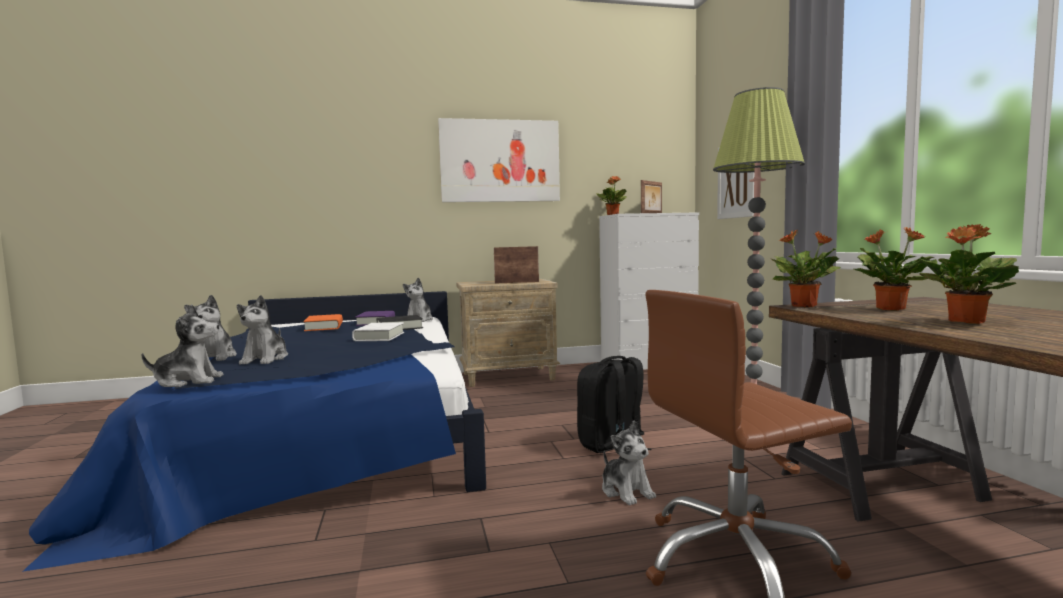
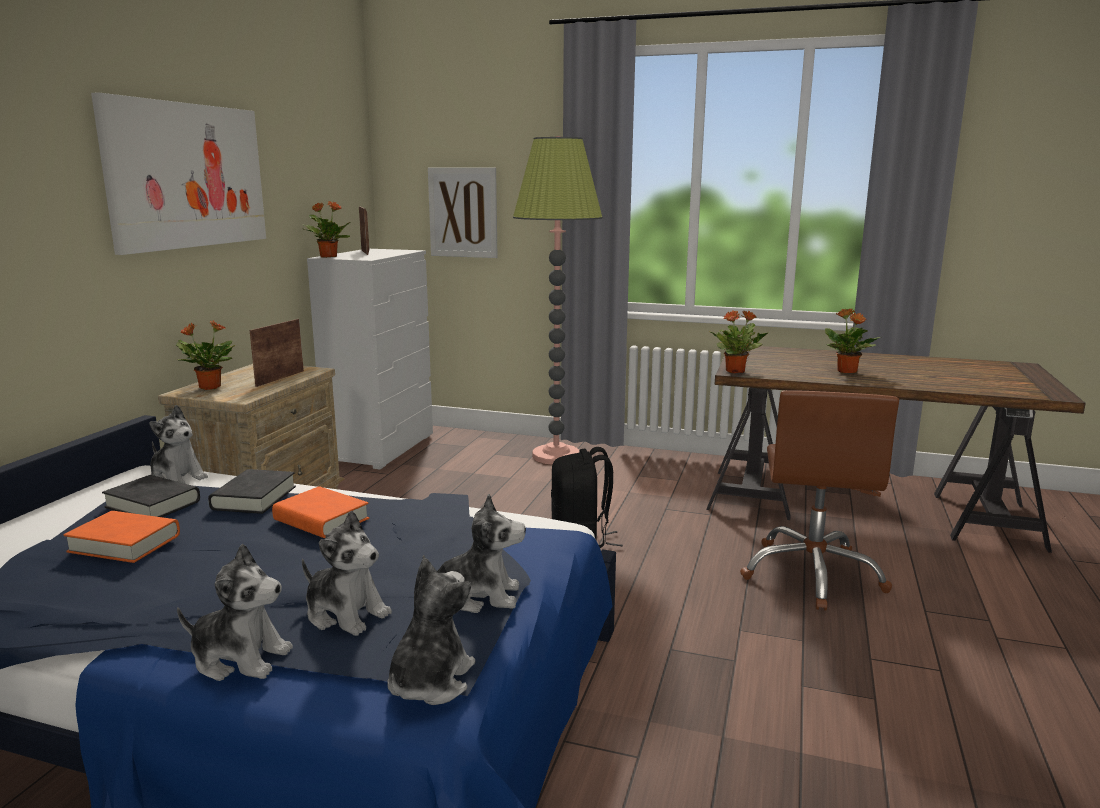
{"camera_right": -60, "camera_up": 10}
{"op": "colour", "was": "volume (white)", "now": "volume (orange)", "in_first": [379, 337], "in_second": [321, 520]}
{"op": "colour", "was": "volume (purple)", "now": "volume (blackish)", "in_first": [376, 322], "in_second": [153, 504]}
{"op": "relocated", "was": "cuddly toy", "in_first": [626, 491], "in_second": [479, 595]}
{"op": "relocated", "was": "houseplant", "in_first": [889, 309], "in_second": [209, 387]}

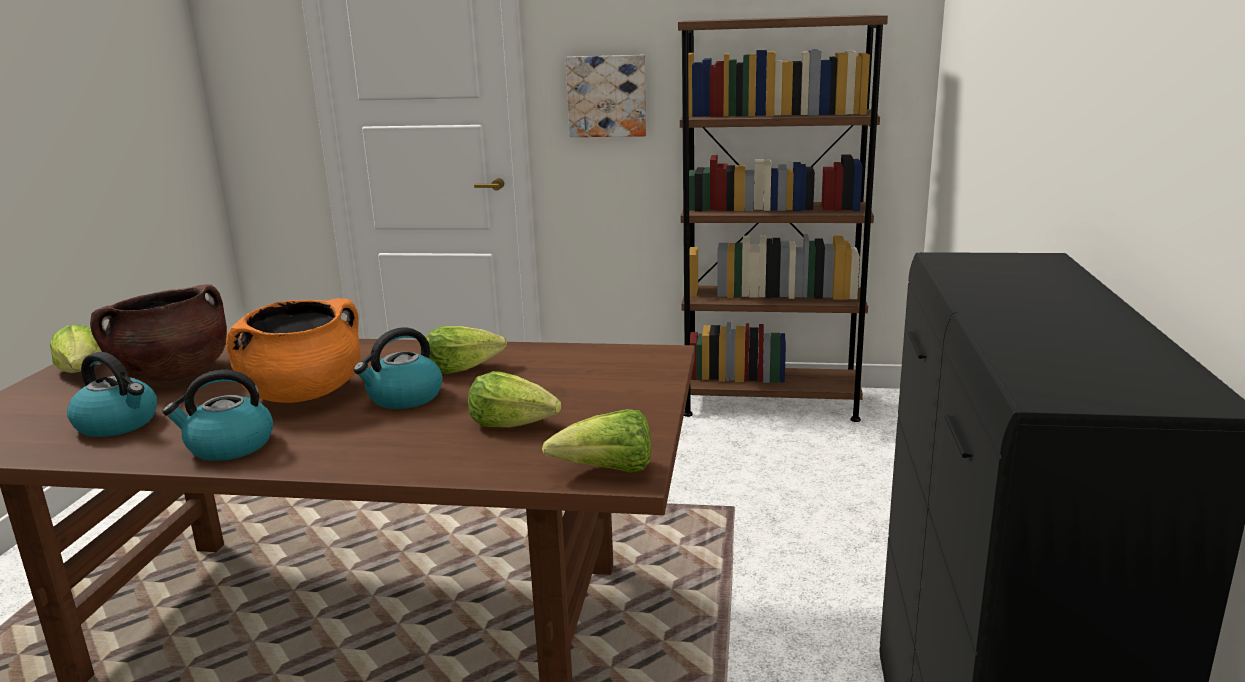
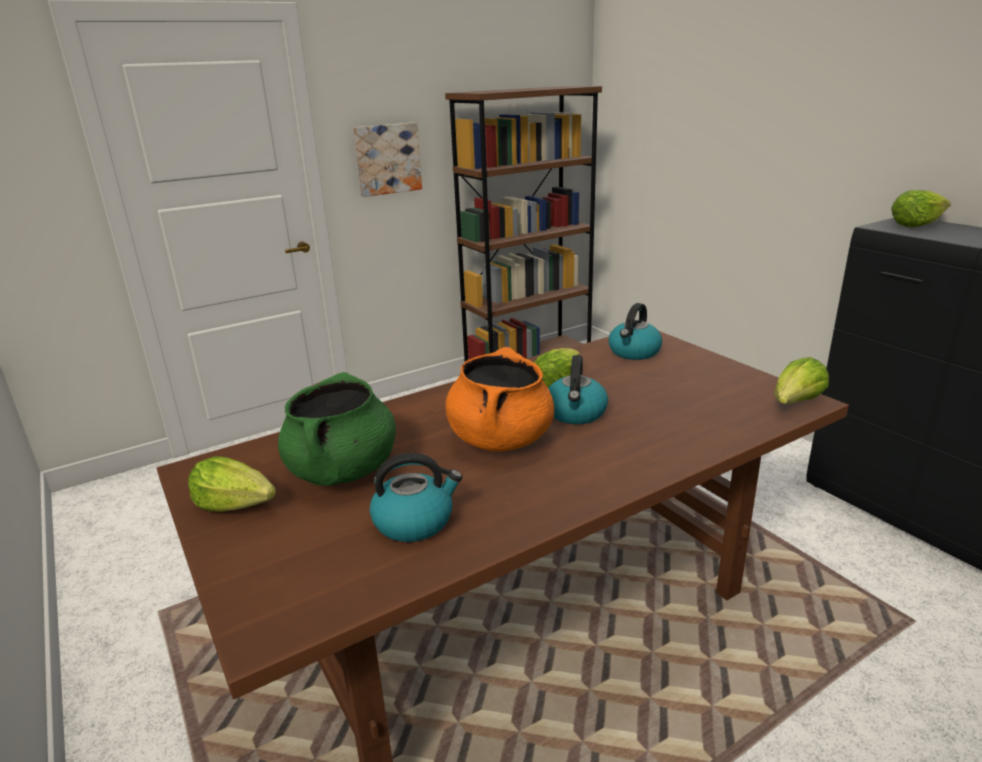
{"camera_right": -40, "camera_up": 5}
{"op": "colour", "was": "saucepot (brownish)", "now": "saucepot (green)", "in_first": [173, 375], "in_second": [343, 471]}
{"op": "relocated", "was": "kettle", "in_first": [229, 446], "in_second": [634, 352]}
{"op": "relocated", "was": "head of lettuce", "in_first": [513, 424], "in_second": [916, 224]}

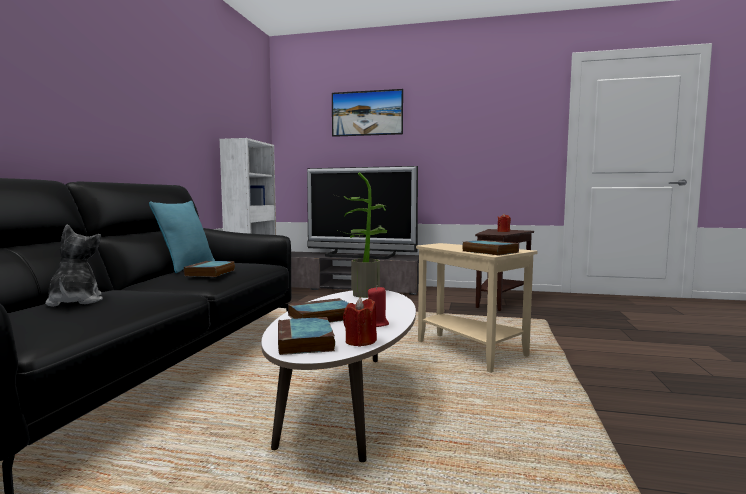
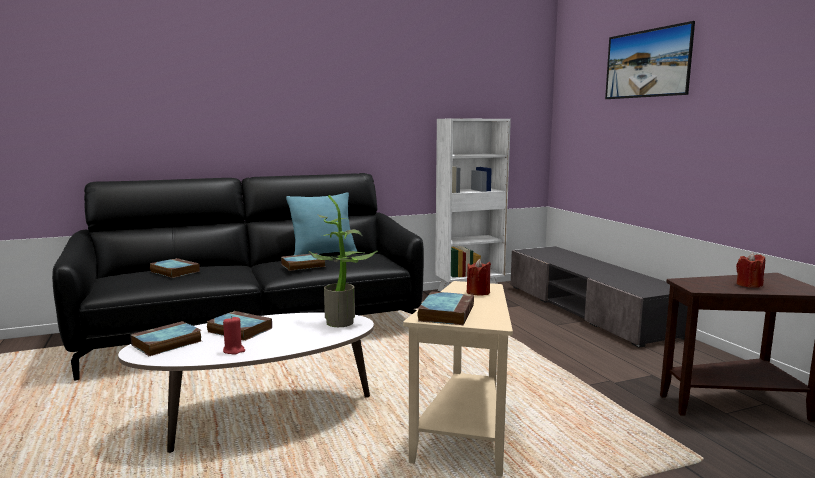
{"camera_right": 55, "camera_up": 5}
{"op": "exchanged", "was": "cuddly toy", "now": "volume", "in_first": [75, 301], "in_second": [174, 271]}
{"op": "missing", "was": "television", "in_first": [359, 256]}
{"op": "relocated", "was": "candle (red)", "in_first": [360, 341], "in_second": [478, 292]}

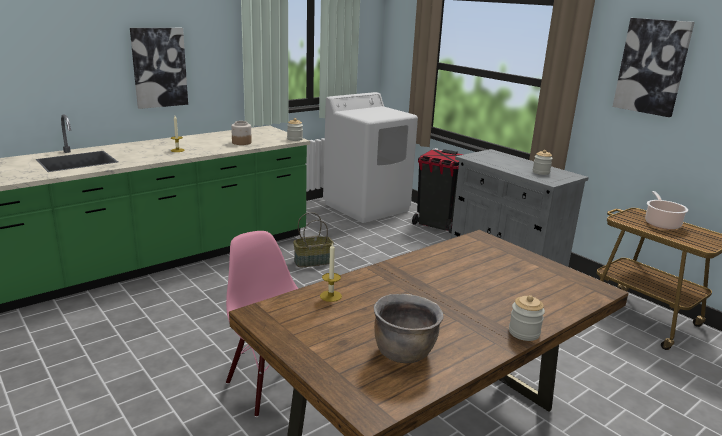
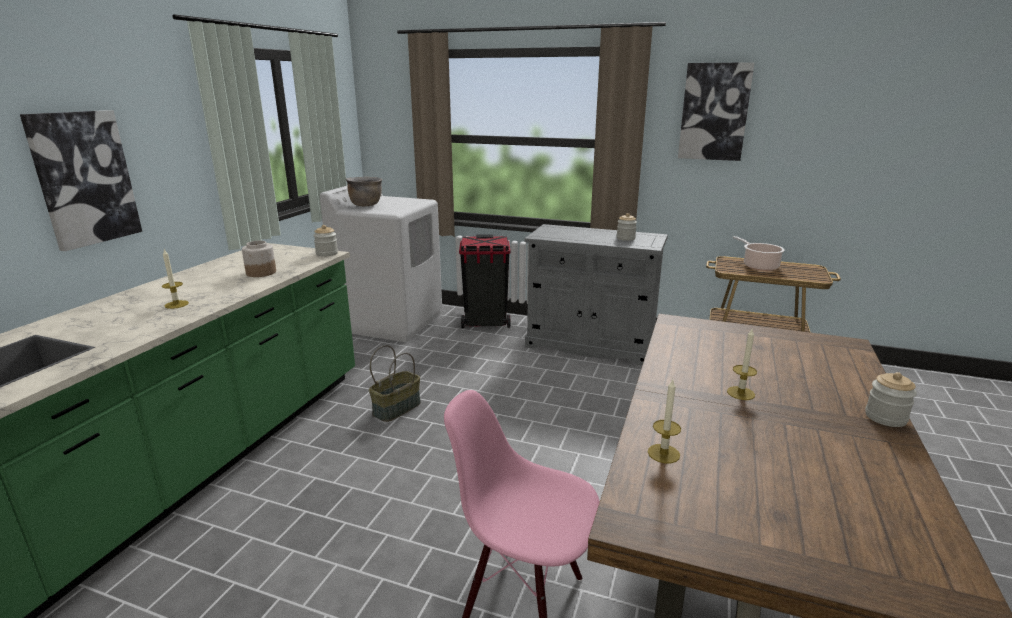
{"camera_right": -30, "camera_up": 0}
{"op": "relocated", "was": "saucepot (brownish)", "in_first": [404, 353], "in_second": [366, 205]}
{"op": "appeared", "now": "candle", "in_second": [740, 393]}

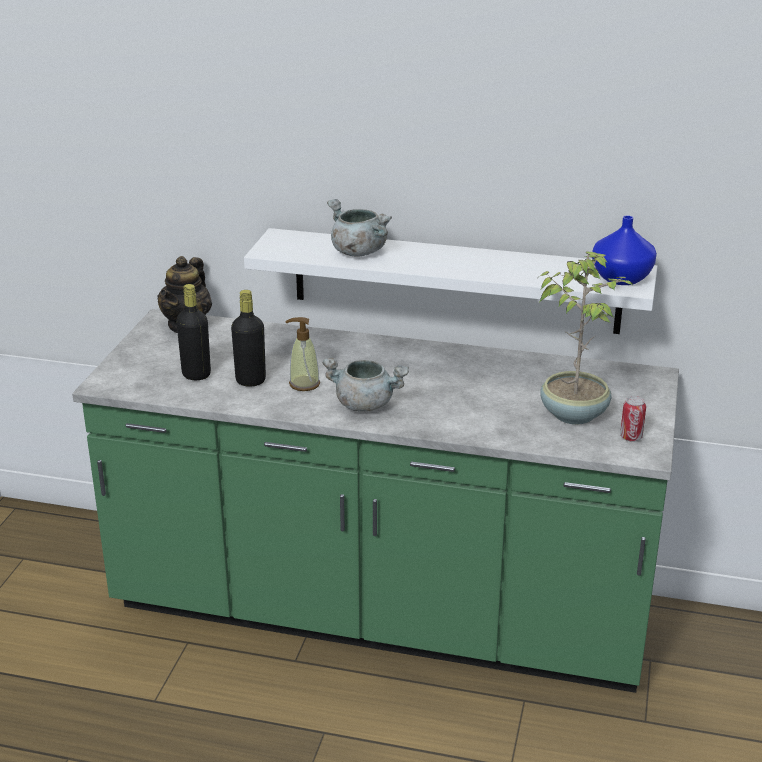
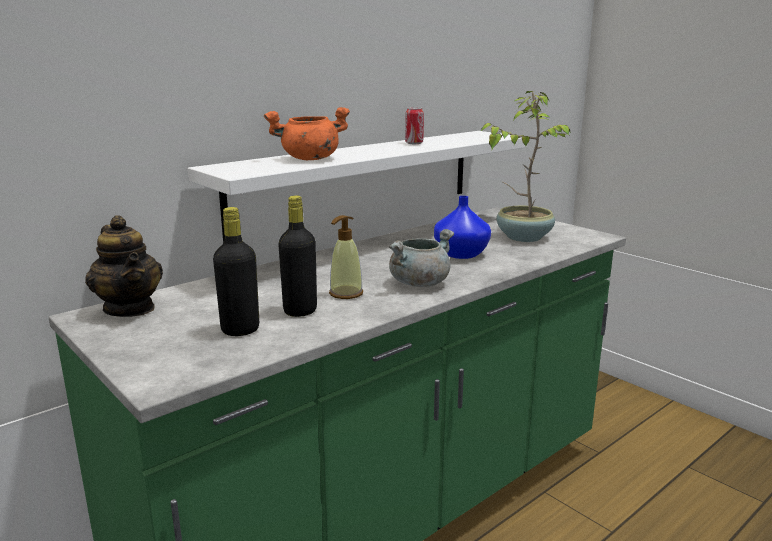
{"camera_right": -55, "camera_up": -10}
{"op": "colour", "was": "saucepot (greyish)", "now": "saucepot (orange)", "in_first": [357, 252], "in_second": [309, 159]}
{"op": "relocated", "was": "flower vase (bluish)", "in_first": [621, 279], "in_second": [461, 254]}
{"op": "relocated", "was": "can", "in_first": [631, 437], "in_second": [414, 143]}

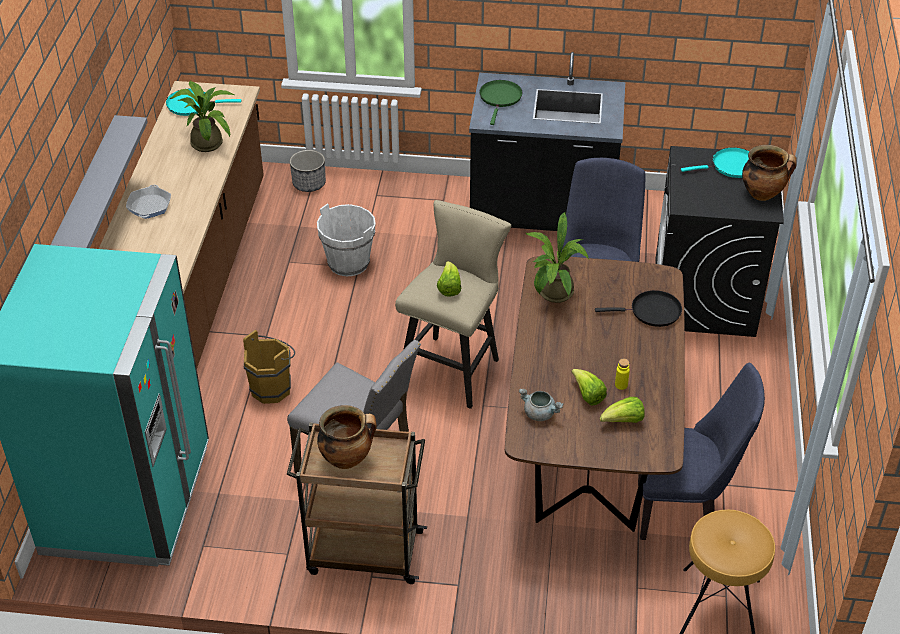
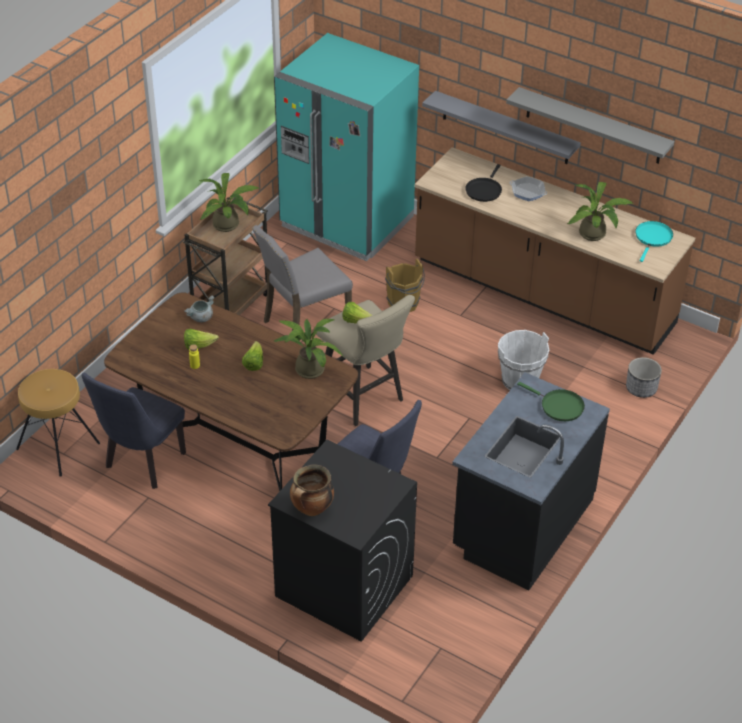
{"camera_right": 115, "camera_up": 0}
{"op": "exchanged", "was": "saucepot", "now": "houseplant", "in_first": [347, 458], "in_second": [229, 225]}
{"op": "relocated", "was": "pan (blackish)", "in_first": [652, 312], "in_second": [484, 190]}
{"op": "relocated", "was": "head of lettuce", "in_first": [623, 421], "in_second": [254, 363]}
{"op": "missing", "was": "pan (turquoise)", "in_first": [731, 166]}
{"op": "appeared", "now": "shelf (greyish)", "in_second": [593, 126]}

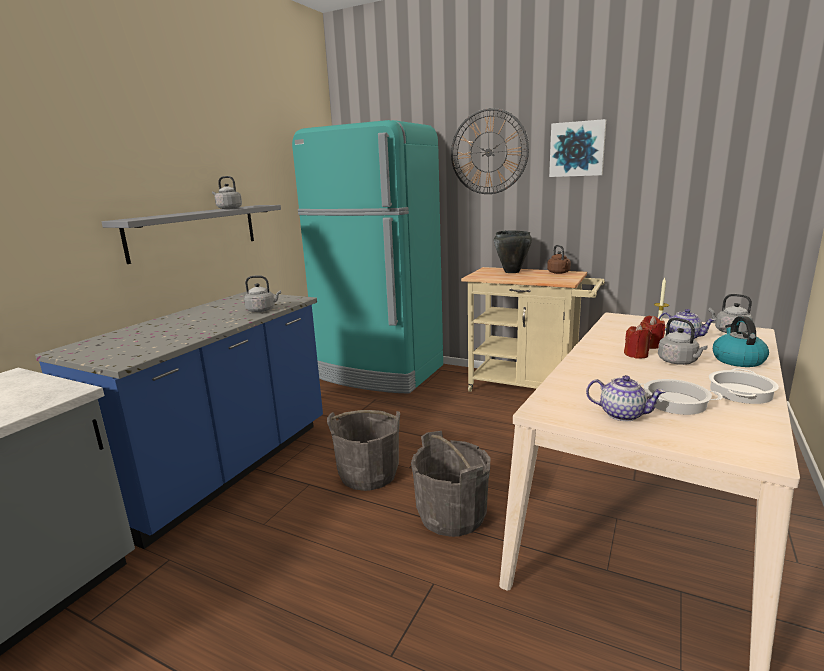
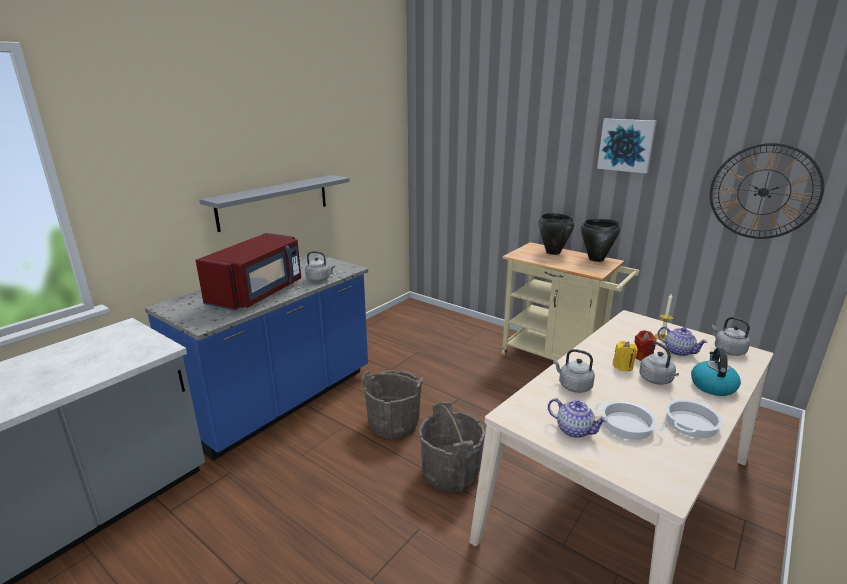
{"camera_right": 10, "camera_up": 5}
{"op": "relocated", "was": "kettle (greyish)", "in_first": [228, 208], "in_second": [573, 386]}
{"op": "missing", "was": "fridge (turquoise)", "in_first": [380, 372]}
{"op": "relocated", "was": "clock on the wall", "in_first": [488, 152], "in_second": [763, 192]}
{"op": "exchanged", "was": "kettle (brownish)", "now": "saucepot (blackish)", "in_first": [559, 273], "in_second": [596, 259]}
{"op": "colour", "was": "candle (red)", "now": "candle (yellowish)", "in_first": [636, 355], "in_second": [622, 366]}
{"op": "appeared", "now": "microwave oven (red)", "in_second": [258, 293]}

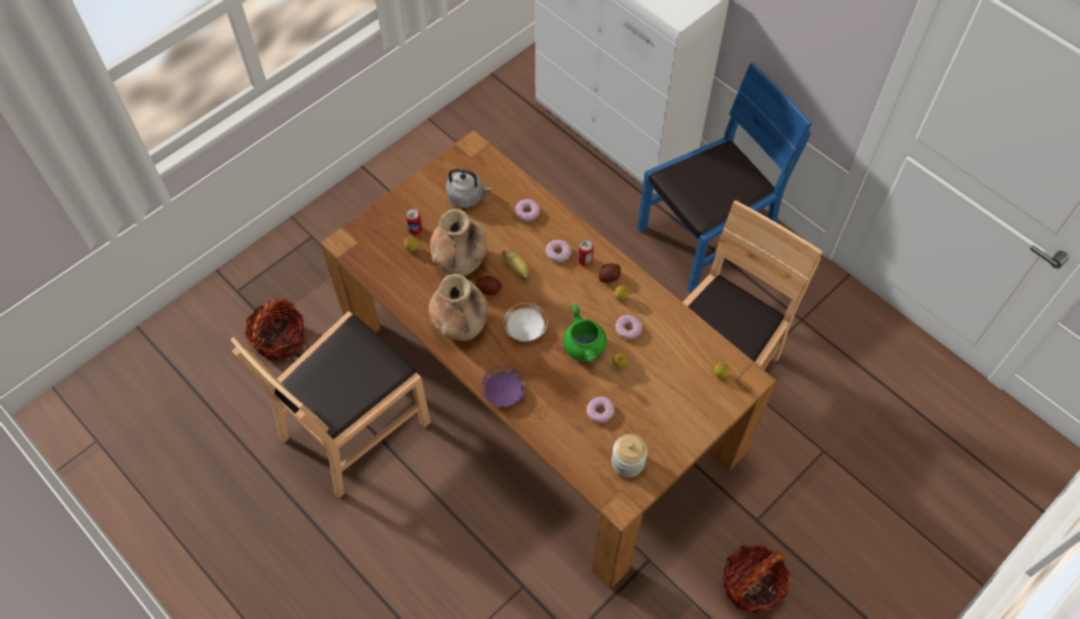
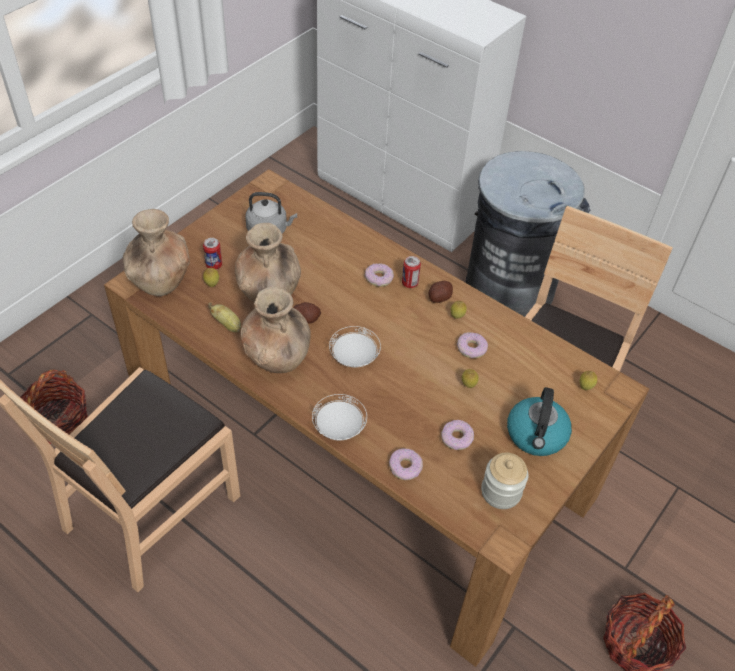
{"camera_right": -10, "camera_up": -10}
{"op": "colour", "was": "dinner plate (purple)", "now": "dinner plate (white)", "in_first": [503, 392], "in_second": [338, 426]}
{"op": "relocated", "was": "banana", "in_first": [517, 269], "in_second": [227, 325]}
{"op": "relocated", "was": "doughnut", "in_first": [527, 212], "in_second": [405, 467]}
{"op": "missing", "was": "saucepot (green)", "in_first": [584, 347]}
{"op": "exchanged", "was": "upright chair (bluish)", "now": "trash can (greyish)", "in_first": [705, 237], "in_second": [509, 288]}
{"op": "appeared", "now": "flower vase (brownish)", "in_second": [160, 279]}
{"op": "appeared", "now": "kettle", "in_second": [536, 435]}

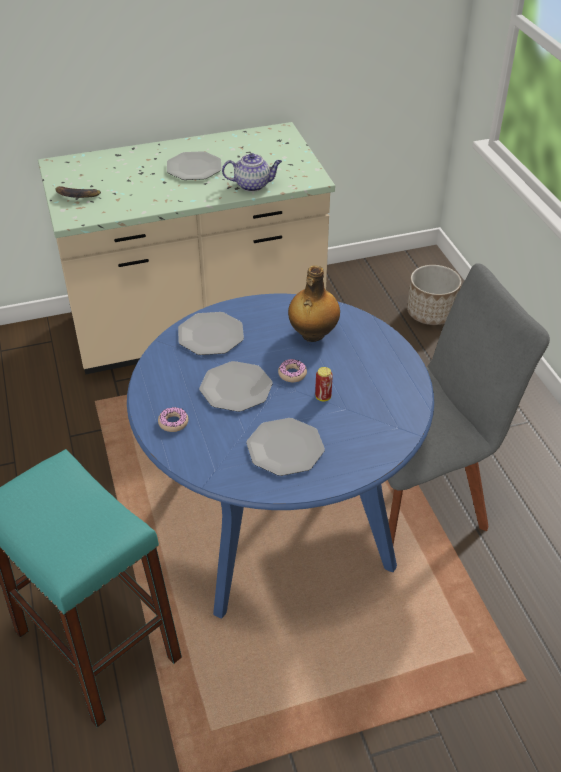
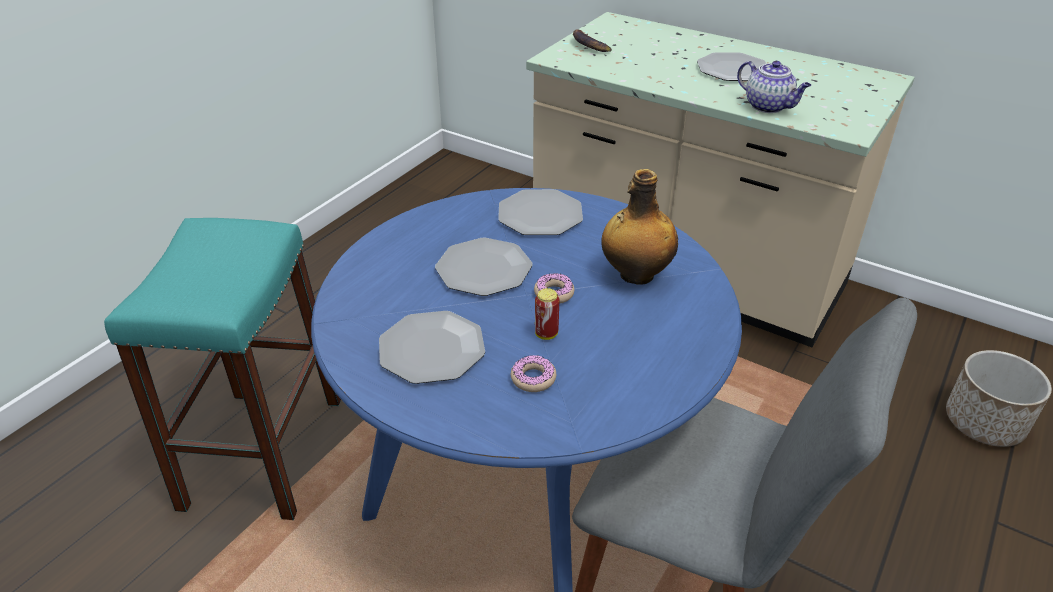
{"camera_right": 50, "camera_up": -5}
{"op": "relocated", "was": "doughnut", "in_first": [173, 422], "in_second": [533, 378]}

